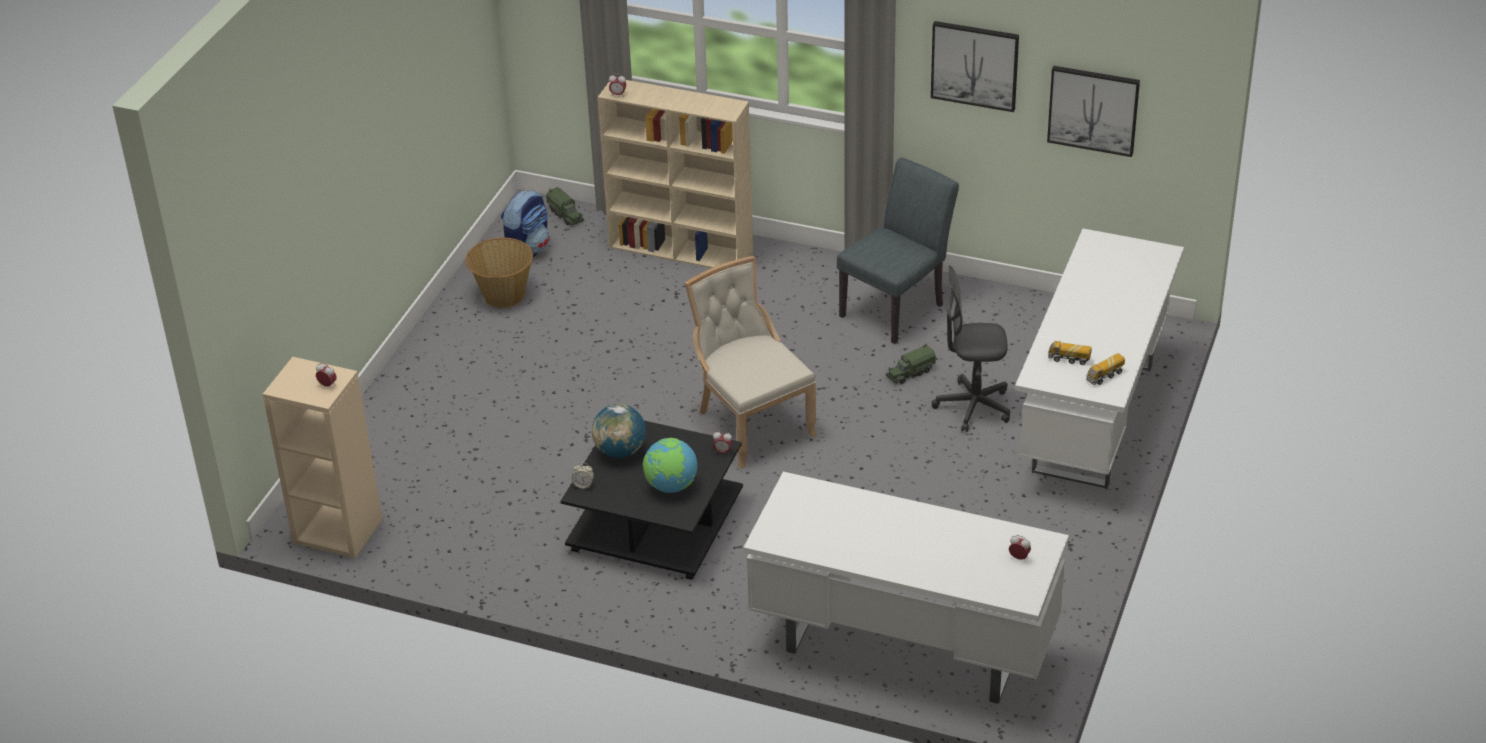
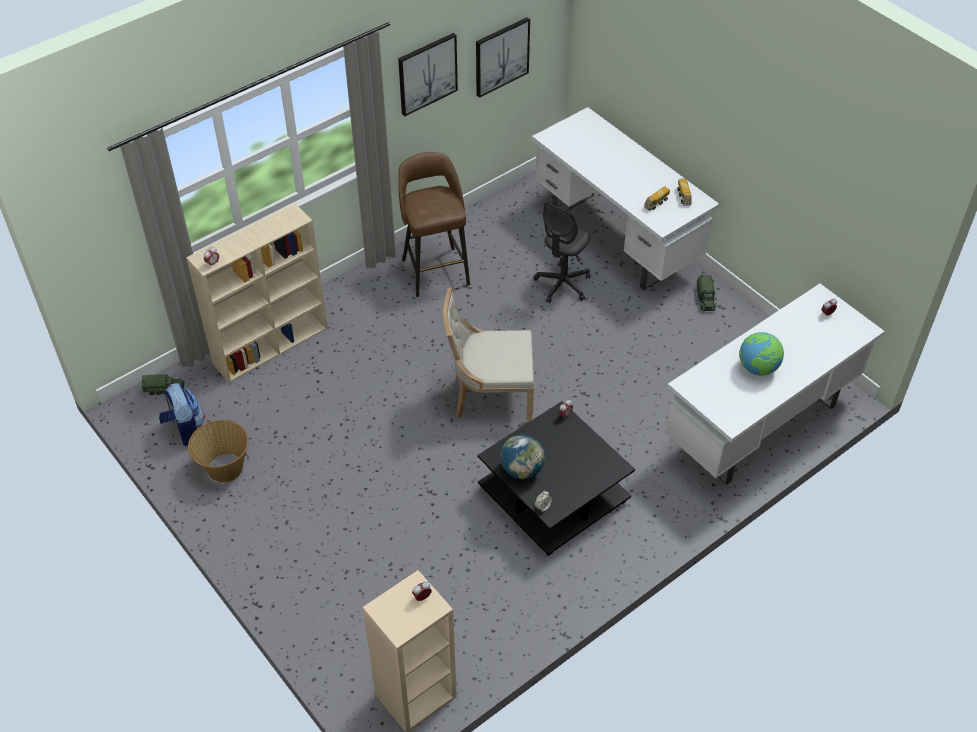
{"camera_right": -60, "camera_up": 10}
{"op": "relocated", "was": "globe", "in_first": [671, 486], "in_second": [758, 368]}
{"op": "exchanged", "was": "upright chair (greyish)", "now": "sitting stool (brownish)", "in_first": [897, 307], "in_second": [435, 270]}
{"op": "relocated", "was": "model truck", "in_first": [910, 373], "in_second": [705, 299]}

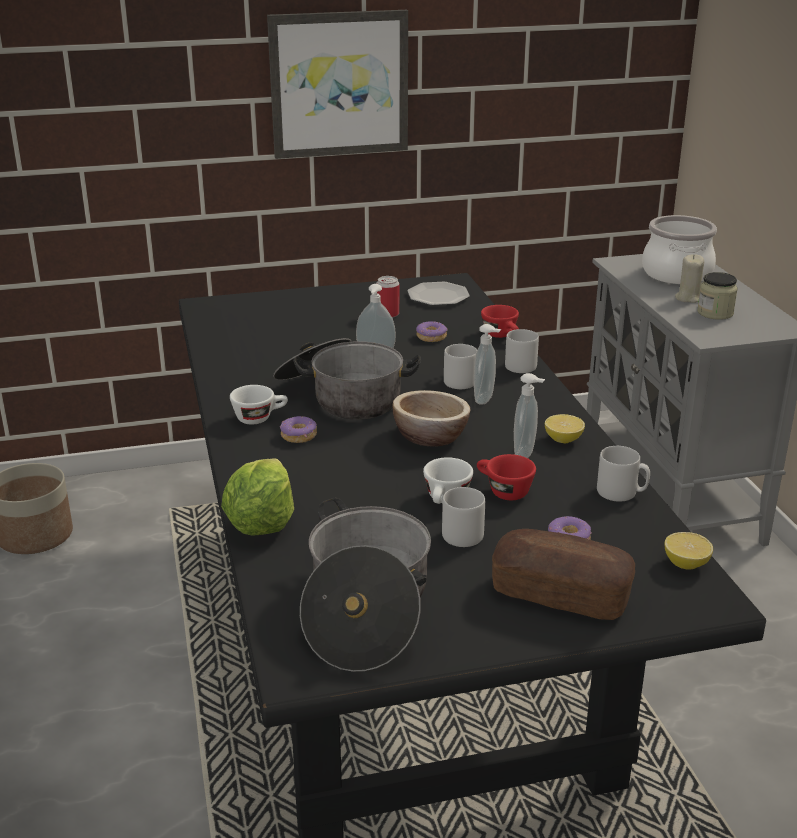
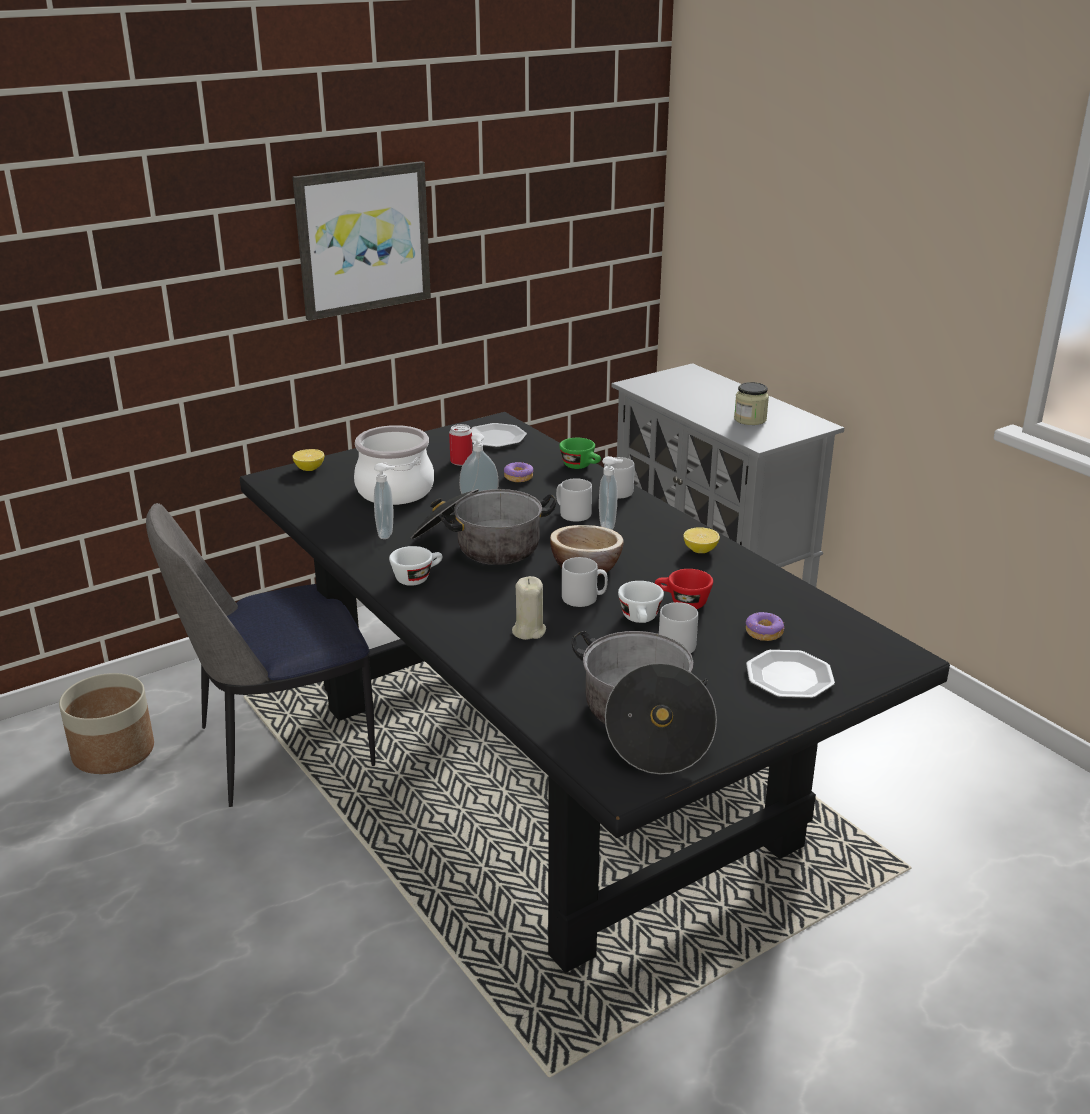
{"camera_right": -20, "camera_up": 0}
{"op": "missing", "was": "head of lettuce", "in_first": [261, 523]}
{"op": "missing", "was": "doughnut", "in_first": [299, 436]}
{"op": "colour", "was": "drinking cup (red)", "now": "drinking cup (green)", "in_first": [502, 335], "in_second": [581, 466]}
{"op": "exchanged", "was": "baked bread", "now": "dinner plate", "in_first": [560, 594], "in_second": [788, 677]}
{"op": "relocated", "was": "soap bottle", "in_first": [526, 454], "in_second": [387, 533]}
{"op": "relocated", "was": "mug (greyish)", "in_first": [621, 493], "in_second": [584, 599]}
{"op": "relocated", "was": "saucepot", "in_first": [677, 274], "in_second": [396, 491]}
{"op": "relocated", "was": "lemon", "in_first": [686, 564], "in_second": [309, 468]}
{"op": "relocated", "was": "candle (beige-coloured)", "in_first": [688, 298], "in_second": [528, 631]}
{"op": "appeared", "now": "upright chair", "in_second": [280, 749]}

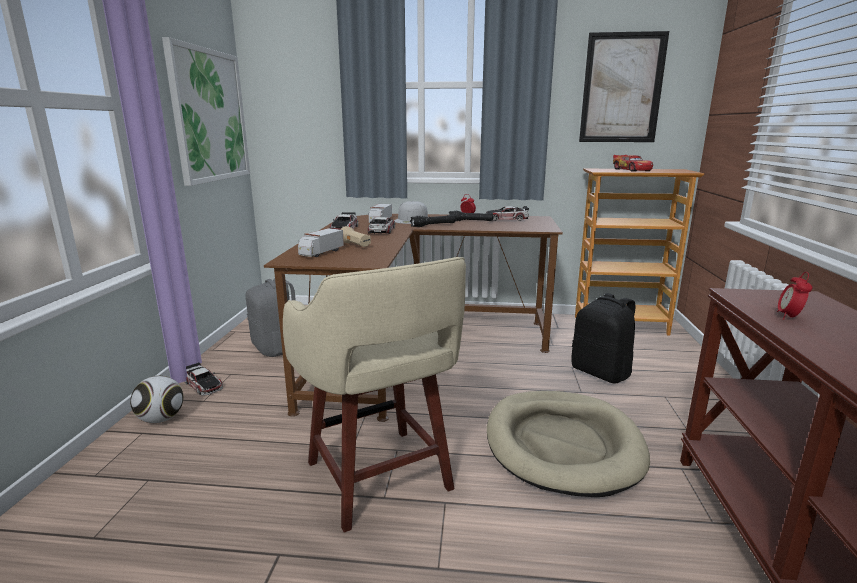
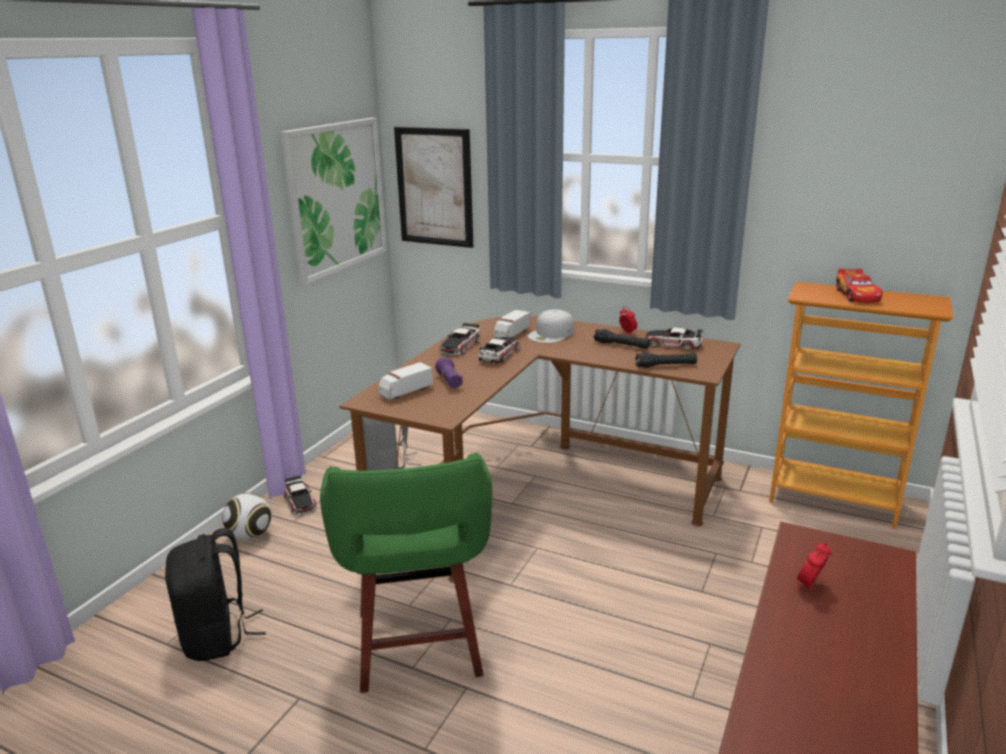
{"camera_right": 20, "camera_up": 5}
{"op": "colour", "was": "sitting stool (beige-coloured)", "now": "sitting stool (green)", "in_first": [381, 479], "in_second": [419, 647]}
{"op": "colour", "was": "torch (beige-coloured)", "now": "torch (purple)", "in_first": [355, 245], "in_second": [449, 382]}
{"op": "relocated", "was": "torch (blackish)", "in_first": [433, 225], "in_second": [666, 365]}
{"op": "missing", "was": "pet bed (beige-coloured)", "in_first": [562, 445]}
{"op": "relocated", "was": "rucksack (blackish)", "in_first": [601, 372], "in_second": [218, 636]}
{"op": "relocated", "was": "wall picture", "in_first": [622, 88], "in_second": [434, 187]}

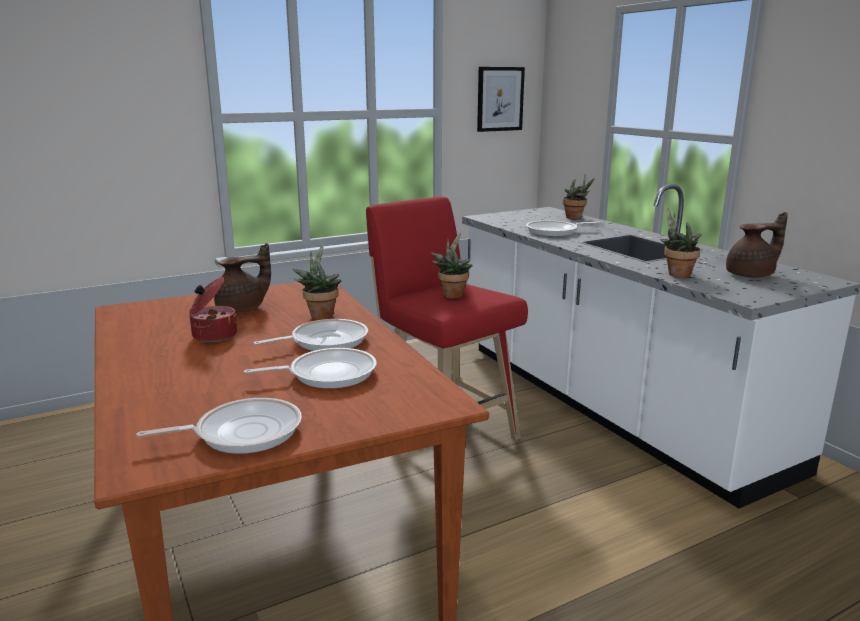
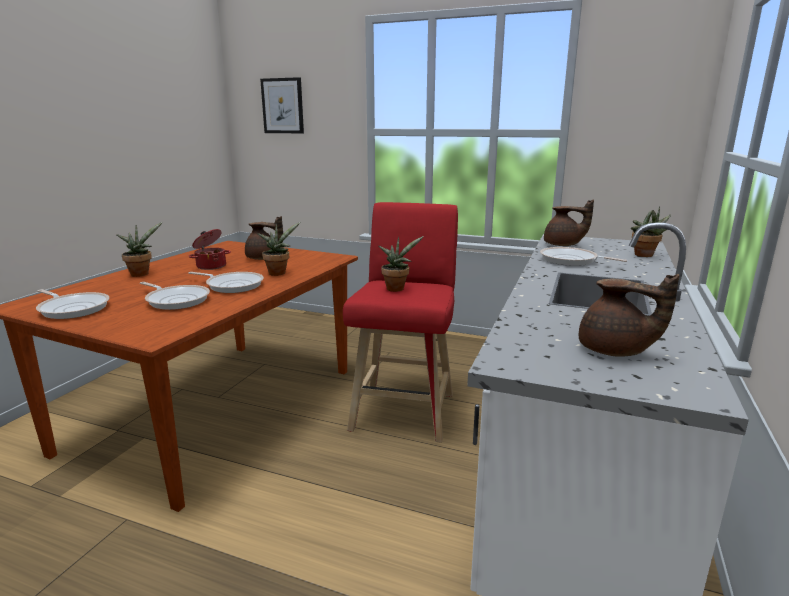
{"camera_right": 50, "camera_up": 0}
{"op": "relocated", "was": "wall picture", "in_first": [500, 99], "in_second": [282, 106]}
{"op": "relocated", "was": "houseplant", "in_first": [676, 274], "in_second": [141, 273]}
{"op": "appeared", "now": "pot for tea (brownish)", "in_second": [563, 245]}

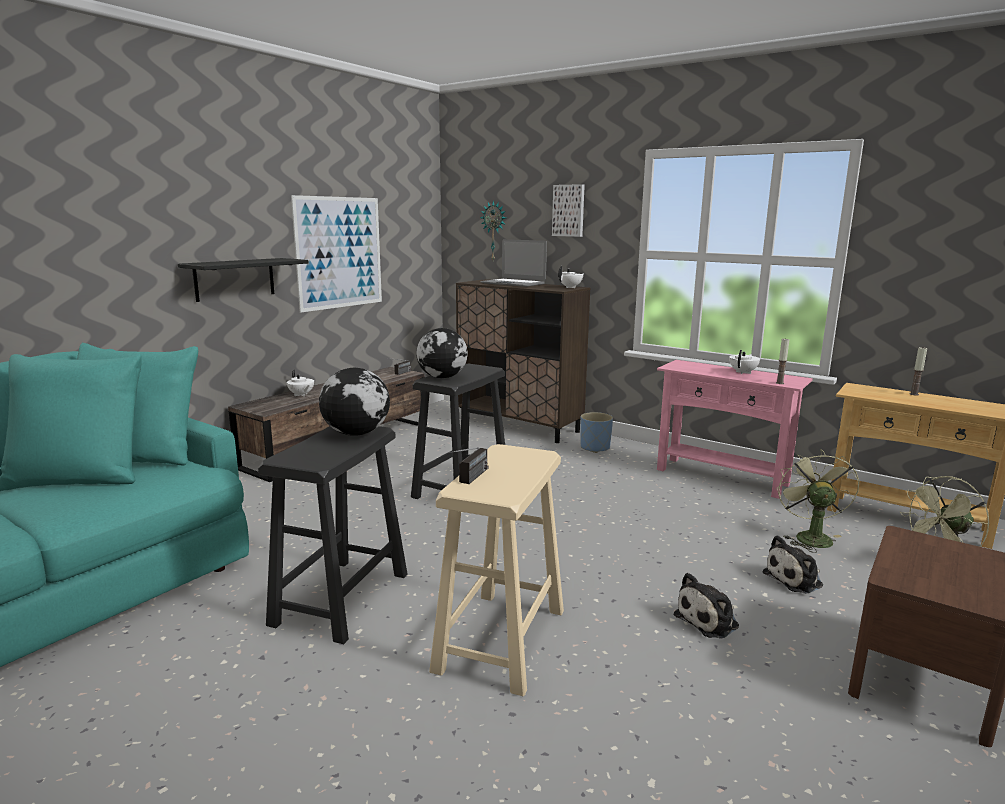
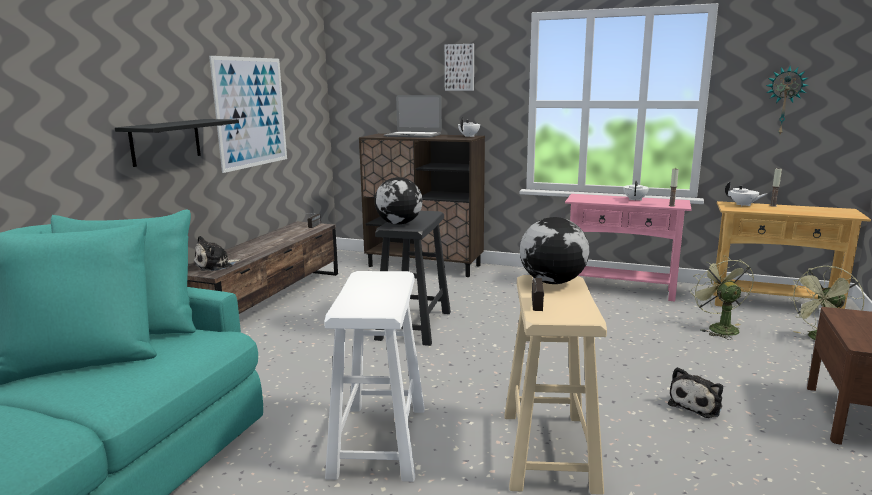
{"camera_right": -15, "camera_up": 0}
{"op": "colour", "was": "sitting stool (blackish)", "now": "sitting stool (white)", "in_first": [342, 598], "in_second": [379, 440]}
{"op": "relocated", "was": "pot for tea (white)", "in_first": [301, 395], "in_second": [743, 205]}
{"op": "relocated", "was": "globe", "in_first": [357, 433], "in_second": [552, 282]}
{"op": "relocated", "was": "clock on the wall", "in_first": [494, 231], "in_second": [784, 101]}
{"op": "missing", "was": "flower pot (bluish)", "in_first": [595, 448]}
{"op": "relocated", "was": "cuddly toy", "in_first": [795, 579], "in_second": [215, 266]}

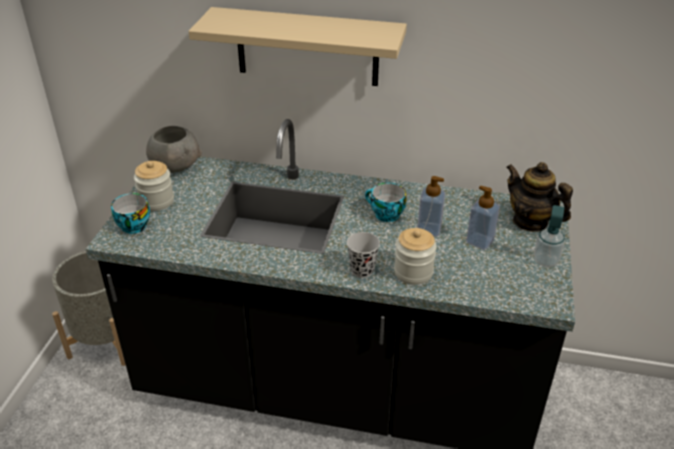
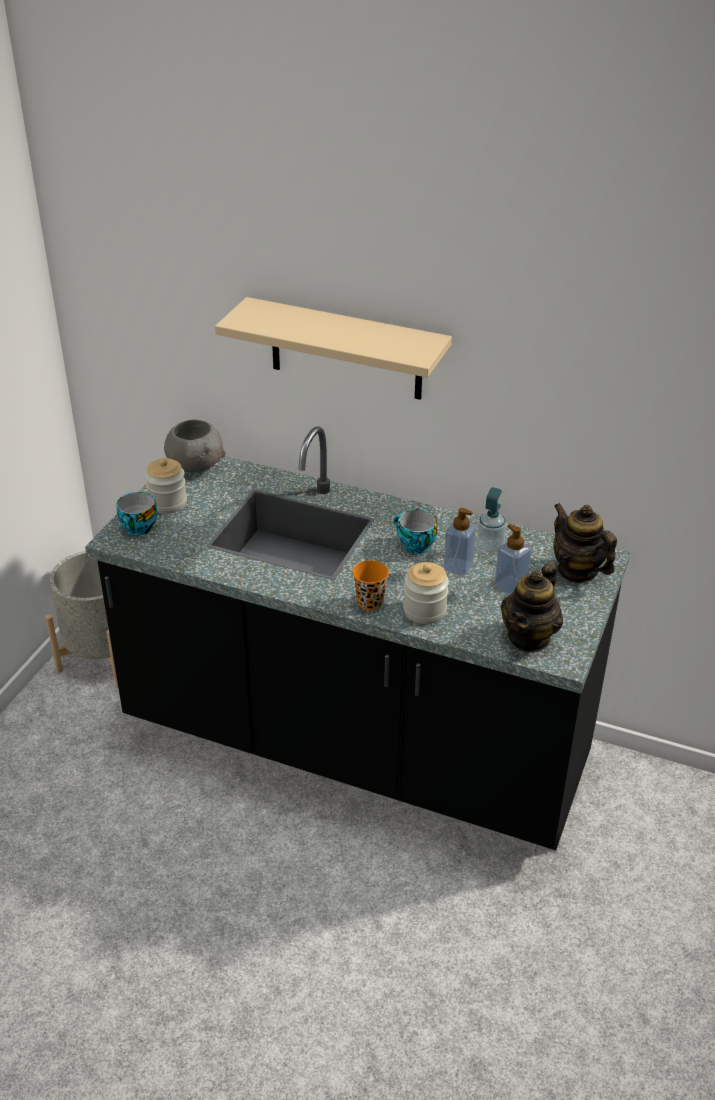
{"camera_right": 10, "camera_up": 0}
{"op": "colour", "was": "drinking cup (blackish)", "now": "drinking cup (orange)", "in_first": [362, 270], "in_second": [370, 602]}
{"op": "relocated", "was": "soap bottle", "in_first": [545, 261], "in_second": [490, 546]}
{"op": "appeared", "now": "pot for tea", "in_second": [529, 638]}

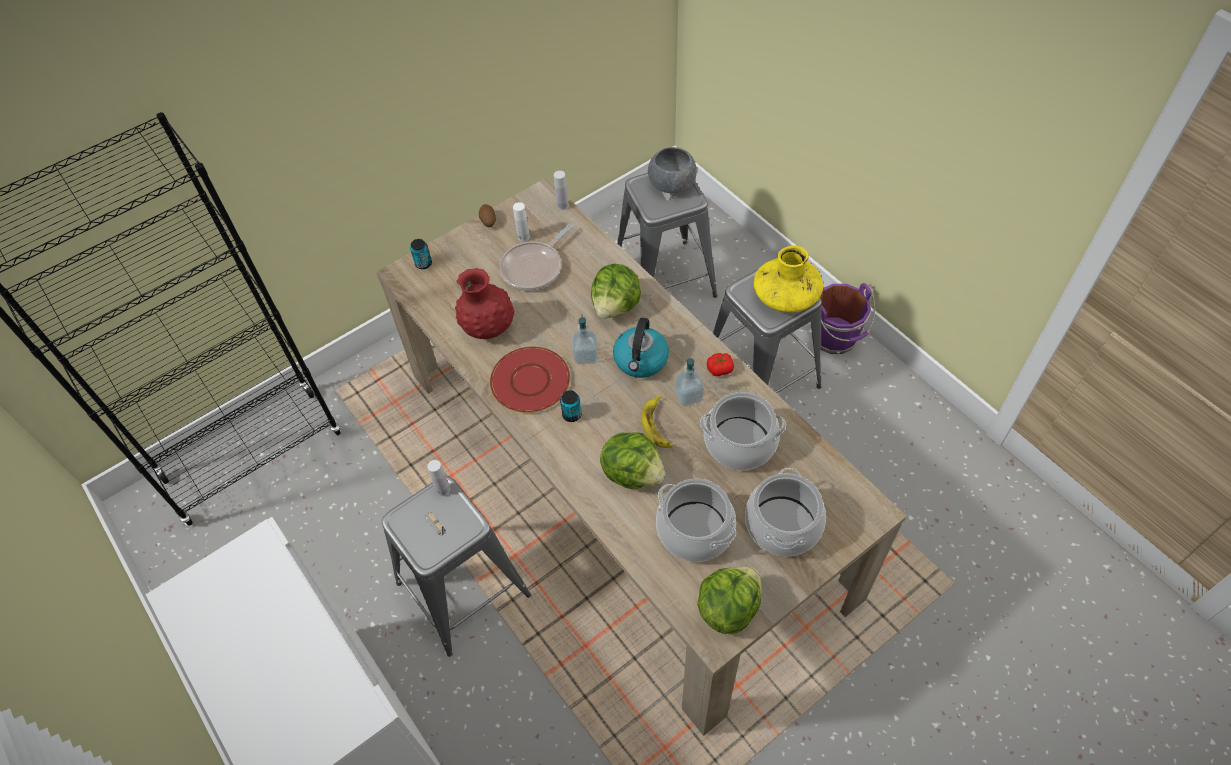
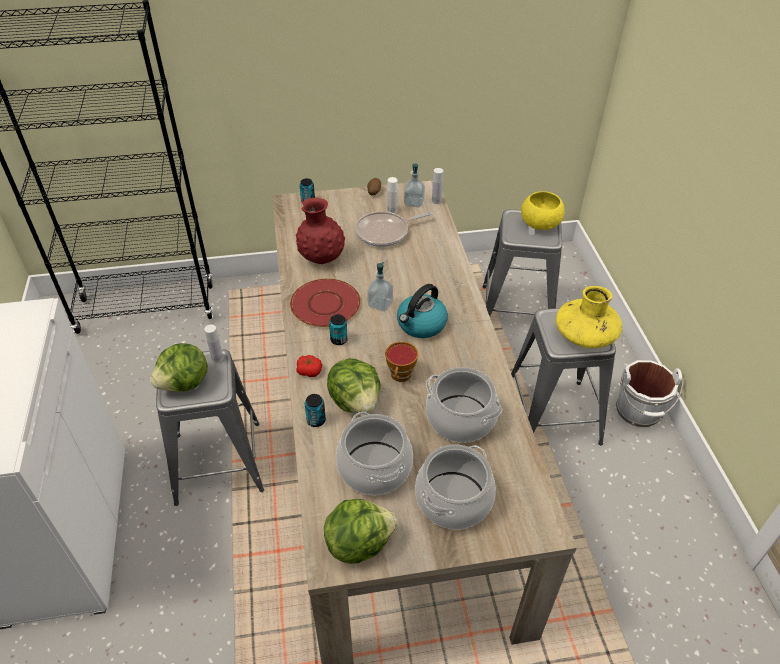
{"camera_right": 25, "camera_up": -10}
{"op": "relocated", "was": "head of lettuce", "in_first": [616, 306], "in_second": [185, 383]}
{"op": "exchanged", "was": "banana", "now": "drinking cup", "in_first": [657, 426], "in_second": [400, 376]}
{"op": "colour", "was": "bowl (greyish)", "now": "bowl (yellowish)", "in_first": [672, 184], "in_second": [540, 224]}
{"op": "relocated", "was": "soap bottle", "in_first": [688, 395], "in_second": [414, 202]}
{"op": "relocated", "was": "tomato", "in_first": [719, 369], "in_second": [309, 371]}
{"op": "colour", "was": "water bucket (purple)", "now": "water bucket (white)", "in_first": [836, 338], "in_second": [639, 412]}
{"op": "appeared", "now": "can", "in_second": [316, 420]}

